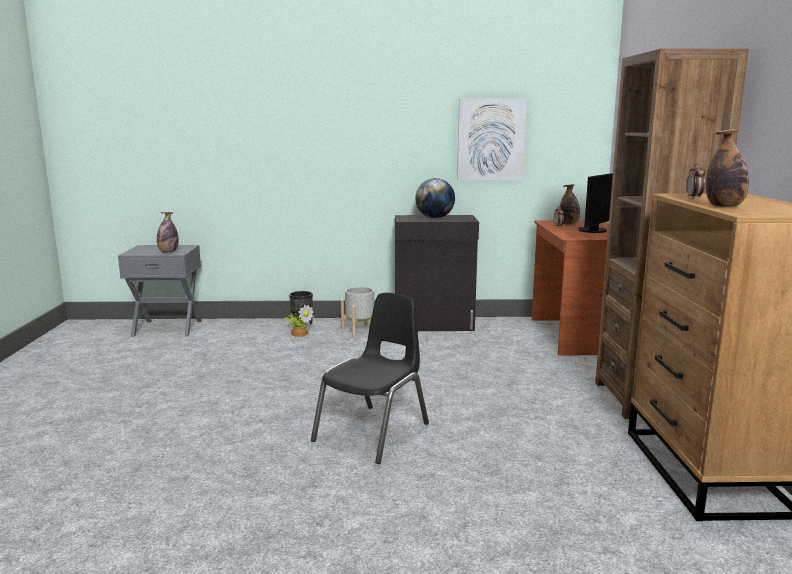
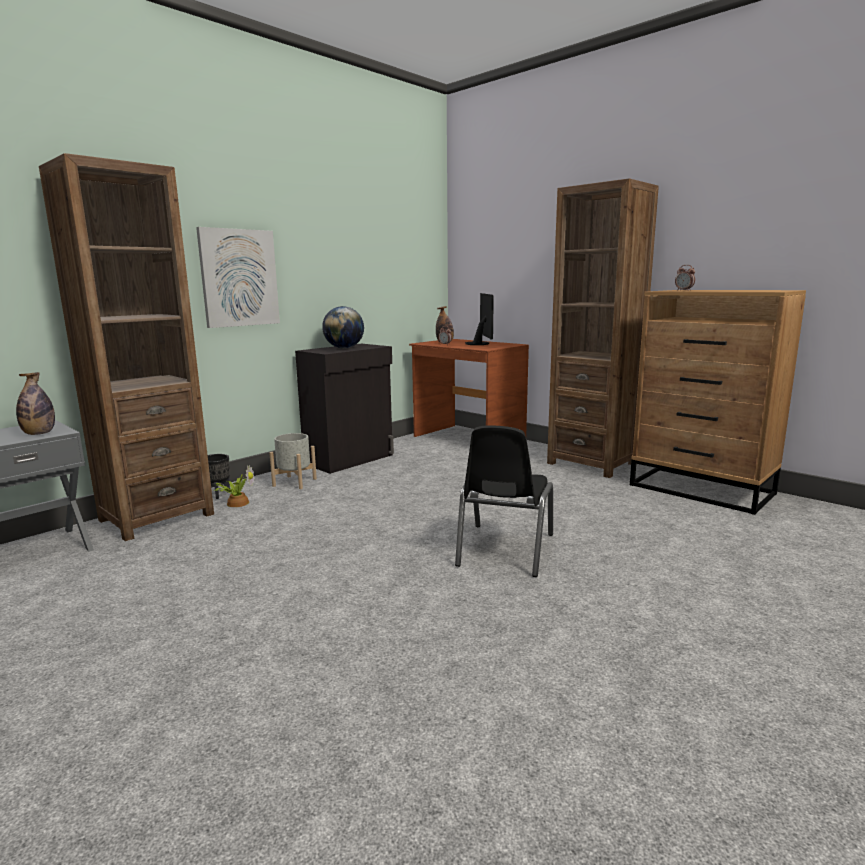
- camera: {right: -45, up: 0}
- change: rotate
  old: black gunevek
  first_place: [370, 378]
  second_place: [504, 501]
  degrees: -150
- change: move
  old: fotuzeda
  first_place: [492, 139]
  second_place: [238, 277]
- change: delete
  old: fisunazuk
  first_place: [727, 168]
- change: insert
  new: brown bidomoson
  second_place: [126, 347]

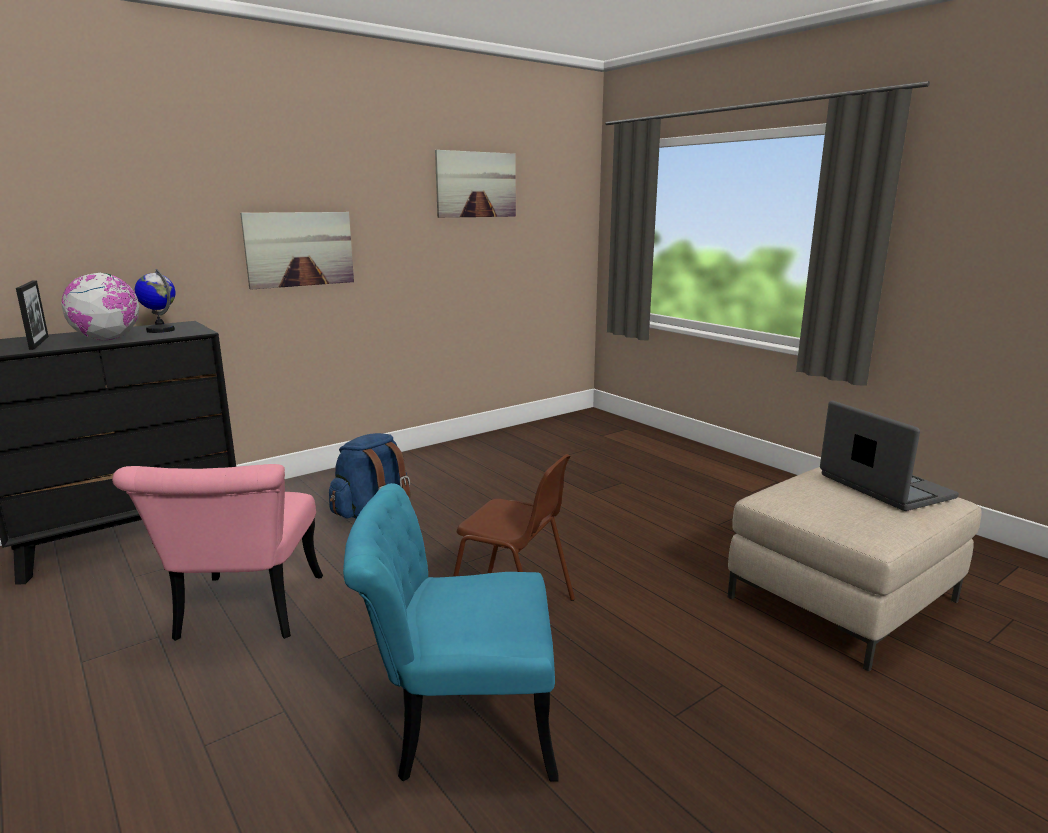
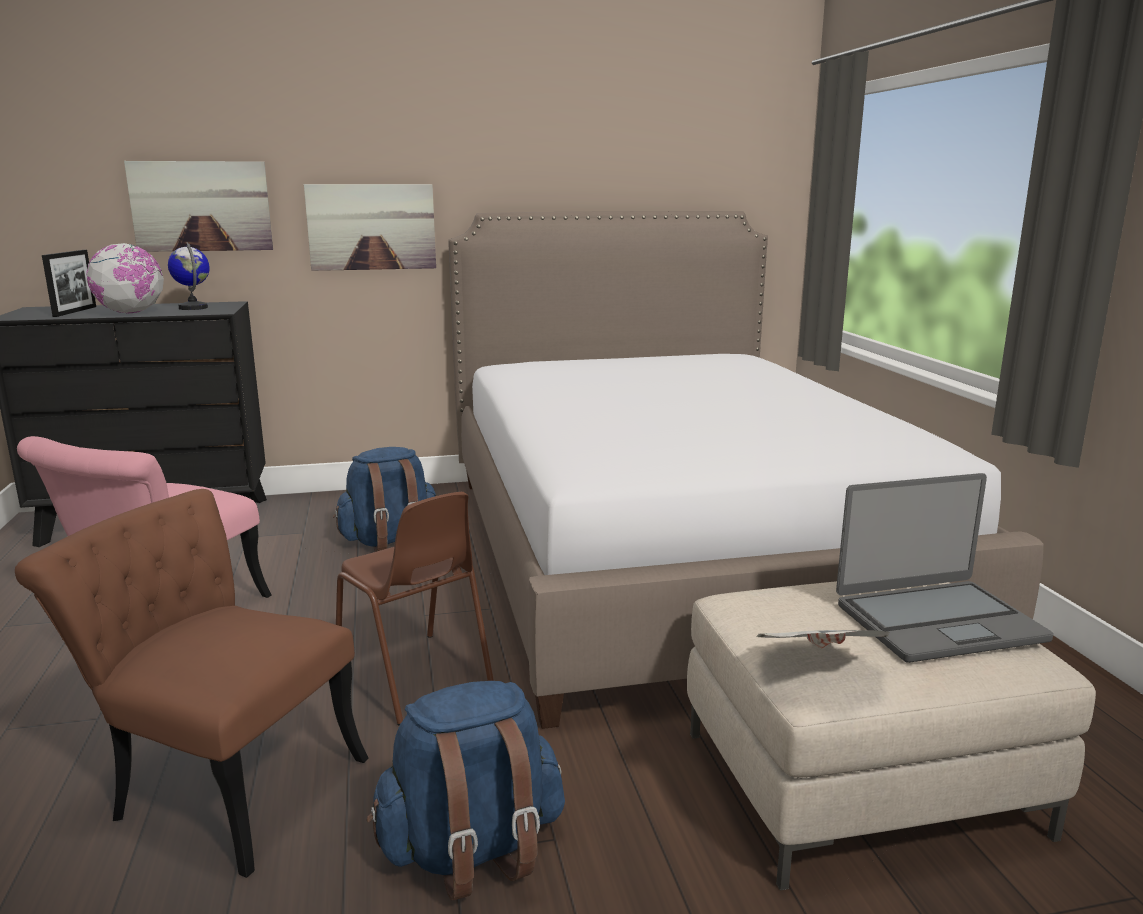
- camera: {right: 25, up: 0}
- change: recolor
  old: turquoise gunevek
  new: brown gunevek
  first_place: [451, 632]
  second_place: [191, 683]
- change: move
  old: fotuzeda
  first_place: [475, 184]
  second_place: [198, 206]
- change: rotate
  old: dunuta
  first_place: [889, 456]
  second_place: [945, 568]
  degrees: 75
- change: insert
  new: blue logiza
  second_place: [466, 791]
- change: insert
  new: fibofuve
  second_place: [746, 470]
- change: insert
  new: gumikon
  second_place: [824, 639]

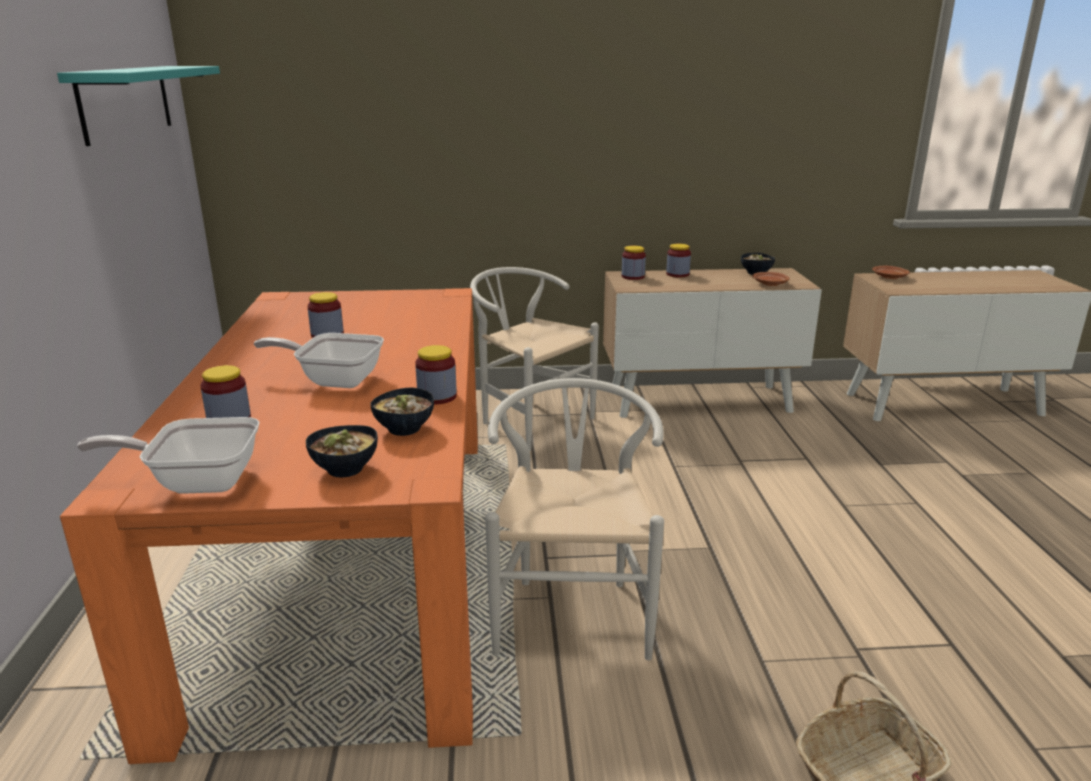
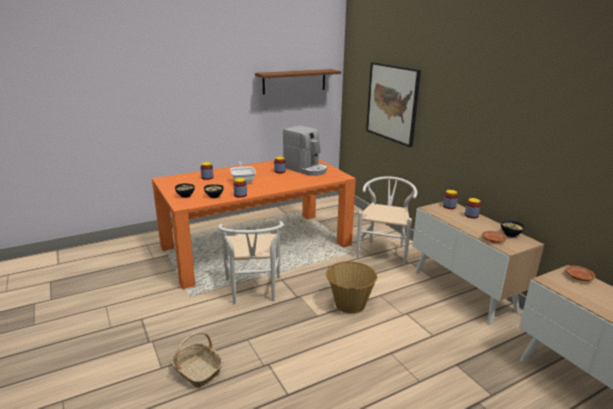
- camera: {right: 65, up: 0}
- change: recolor
  old: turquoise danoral
  new: brown danoral
  first_place: [138, 106]
  second_place: [298, 82]
- change: delete
  old: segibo
  first_place: [168, 455]
- change: rotate
  old: white gunevek
  first_place: [574, 519]
  second_place: [251, 262]
  degrees: 105
- change: insert
  new: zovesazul
  second_place: [305, 150]
- change: insert
  new: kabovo
  second_place: [351, 287]
- change: insert
  new: fotuzeda
  second_place: [393, 104]

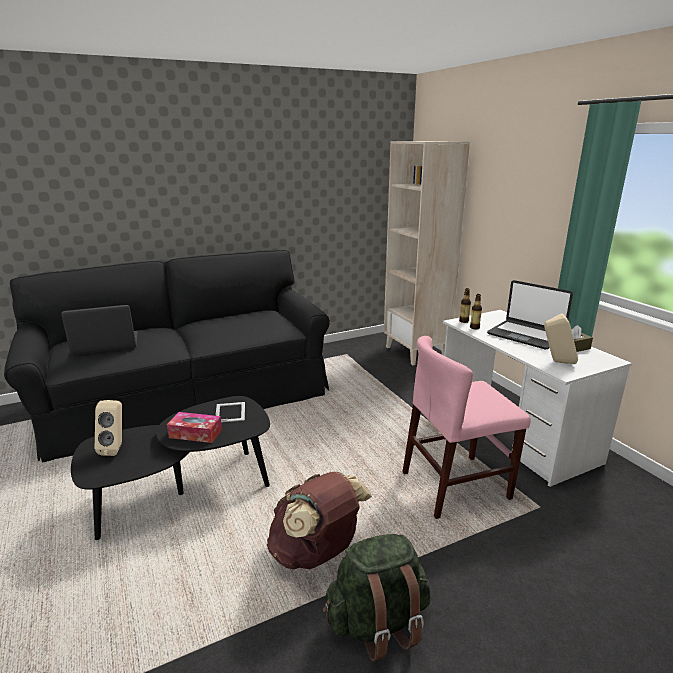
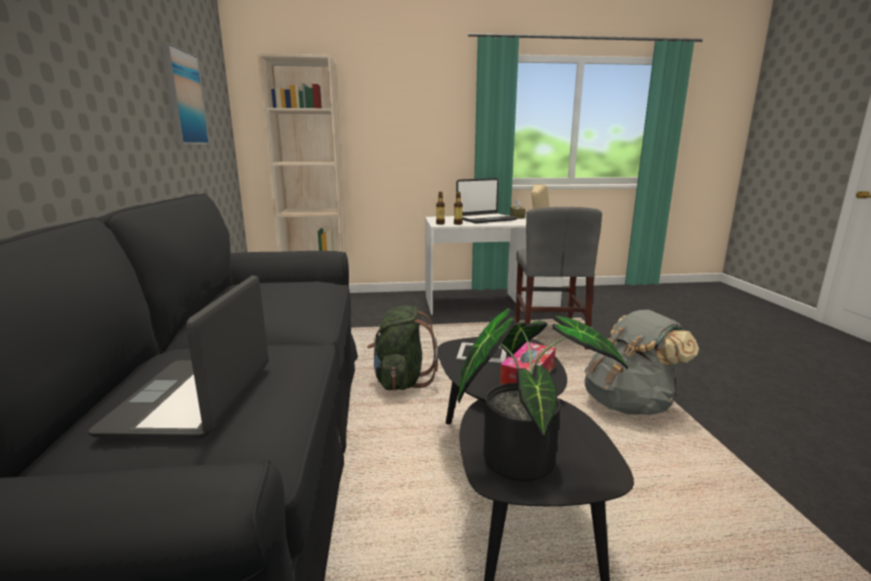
- camera: {right: -70, up: -5}
- change: replace
  old: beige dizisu
  new: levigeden
  first_place: [108, 428]
  second_place: [543, 394]
- change: recolor
  old: brown logiza
  new: grey logiza
  first_place: [319, 520]
  second_place: [641, 362]
- change: move
  old: green logiza
  first_place: [377, 597]
  second_place: [403, 347]
- change: recolor
  old: pink gunevek
  new: grey gunevek
  first_place: [466, 427]
  second_place: [558, 278]
- change: insert
  new: fotuzeda
  second_place: [185, 93]

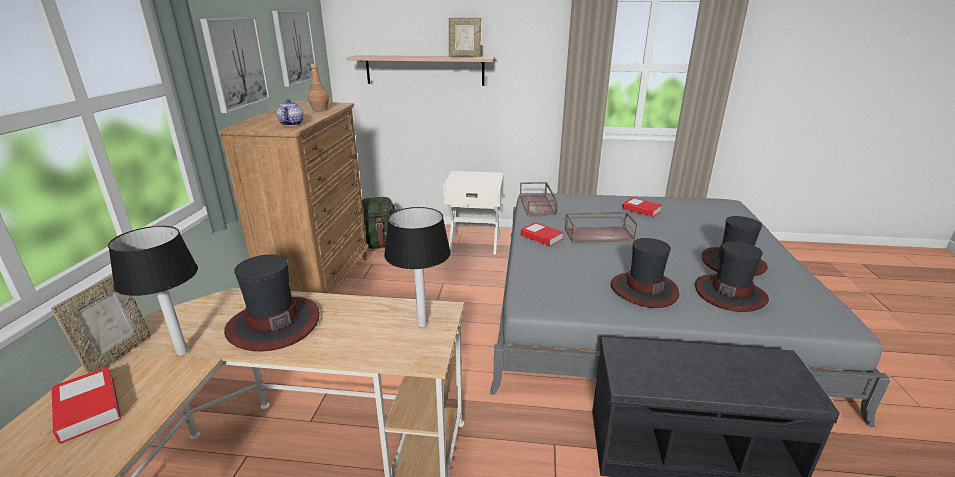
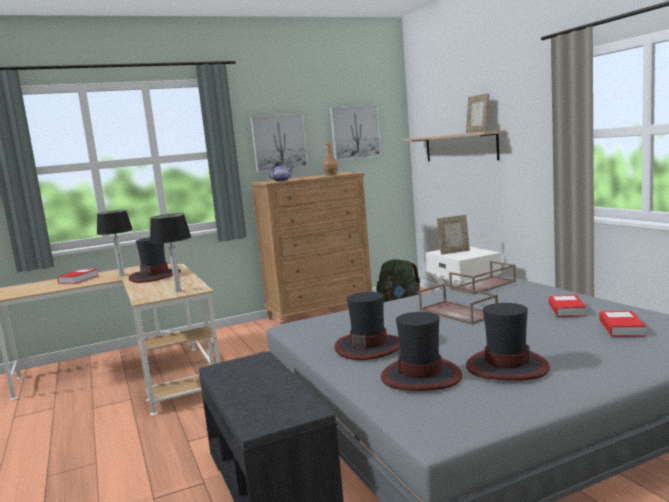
- camera: {right: 60, up: -15}
- change: move
  old: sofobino
  first_place: [101, 324]
  second_place: [453, 235]
- change: move
  old: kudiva
  first_place: [542, 234]
  second_place: [622, 324]

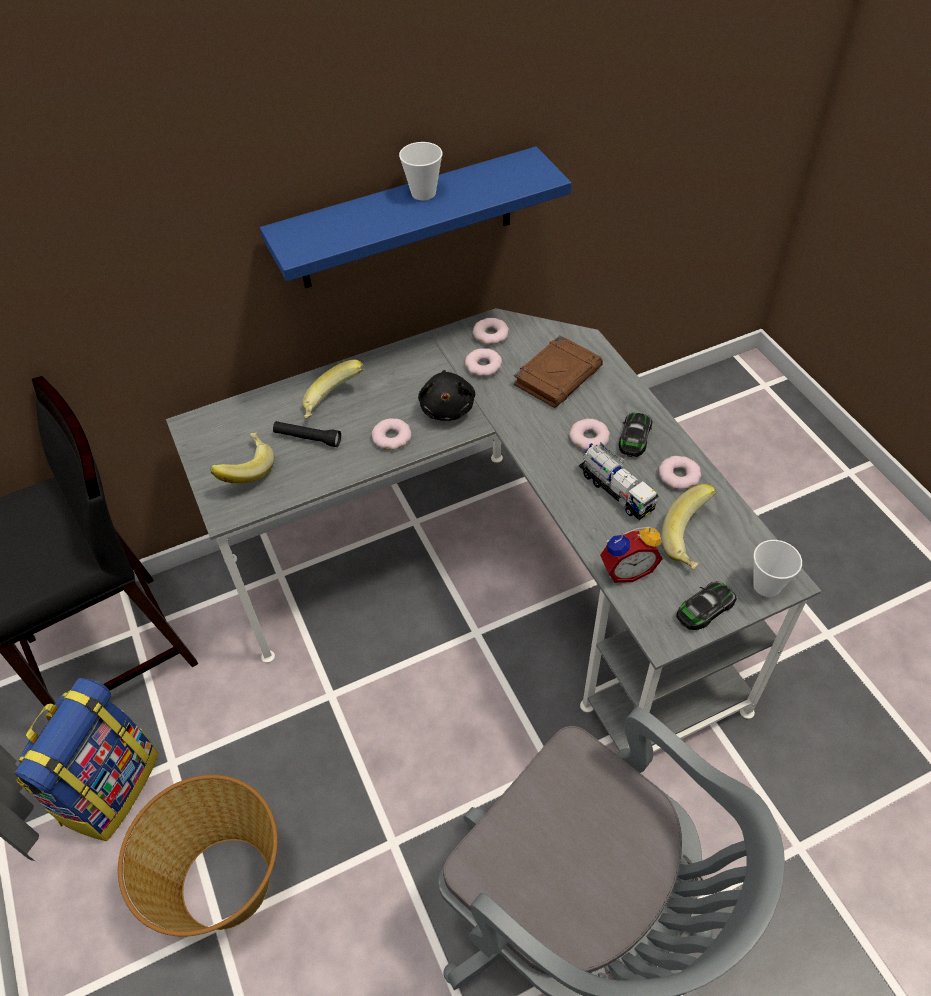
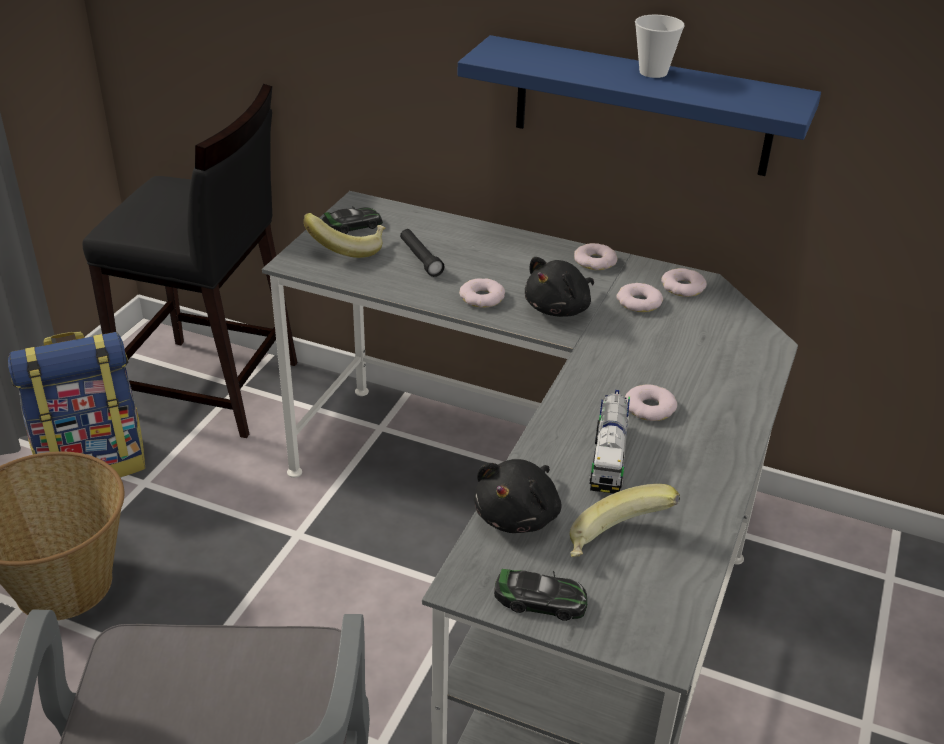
- camera: {right: 45, up: -15}
- change: delete
  old: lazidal
  first_place: [333, 389]
- change: delete
  old: brown kudiva
  first_place: [558, 371]
- change: replace
  old: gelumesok
  new: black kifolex
  first_place: [631, 555]
  second_place: [517, 496]
- change: move
  old: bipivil
  first_place: [635, 434]
  second_place: [352, 220]
- change: move
  old: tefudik
  first_place: [680, 473]
  second_place: [595, 256]
- change: delete
  old: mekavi
  first_place: [777, 568]

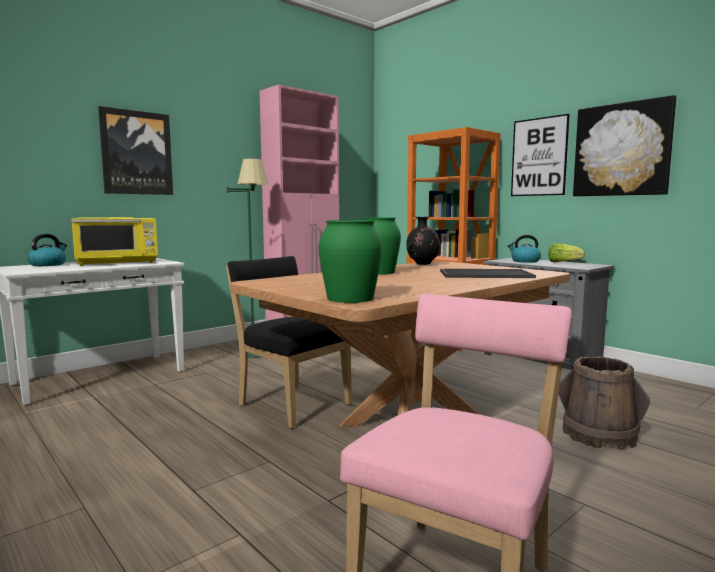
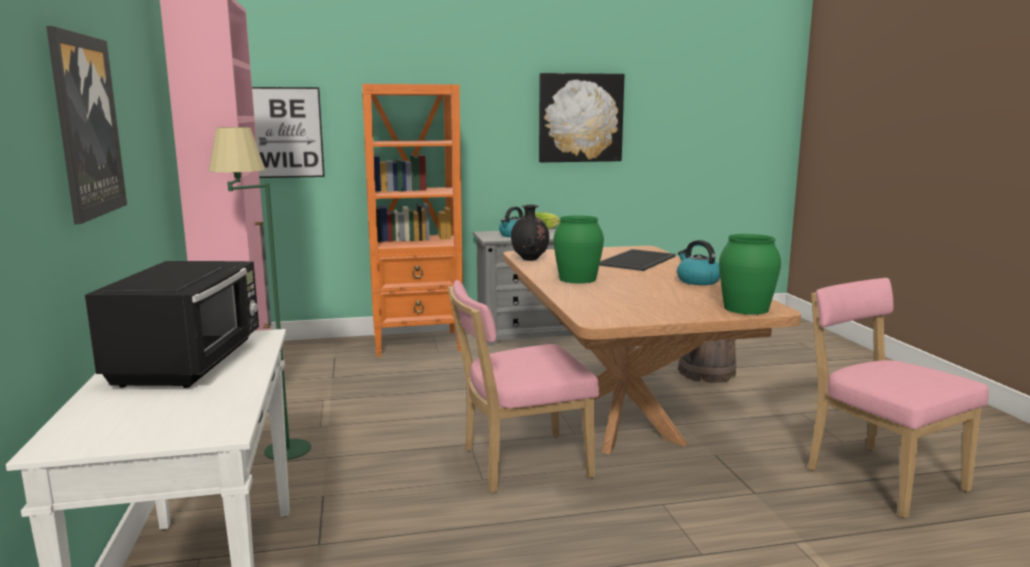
- camera: {right: -60, up: 5}
- change: move
  old: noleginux
  first_place: [47, 250]
  second_place: [698, 262]
- change: recolor
  old: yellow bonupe
  new: black bonupe
  first_place: [114, 241]
  second_place: [172, 324]
- change: recolor
  old: black gunevek
  new: pink gunevek
  first_place: [289, 342]
  second_place: [523, 386]
- change: move
  old: fotuzeda
  first_place: [540, 155]
  second_place: [288, 132]

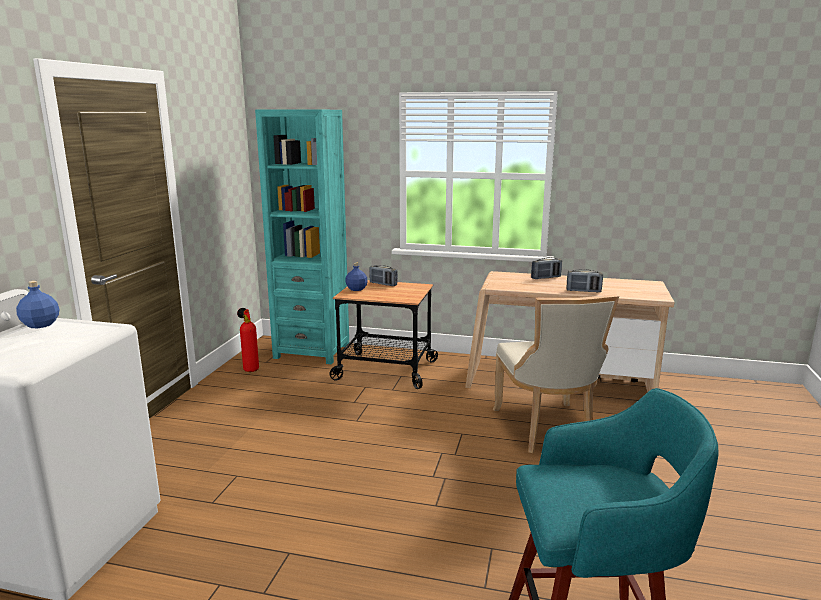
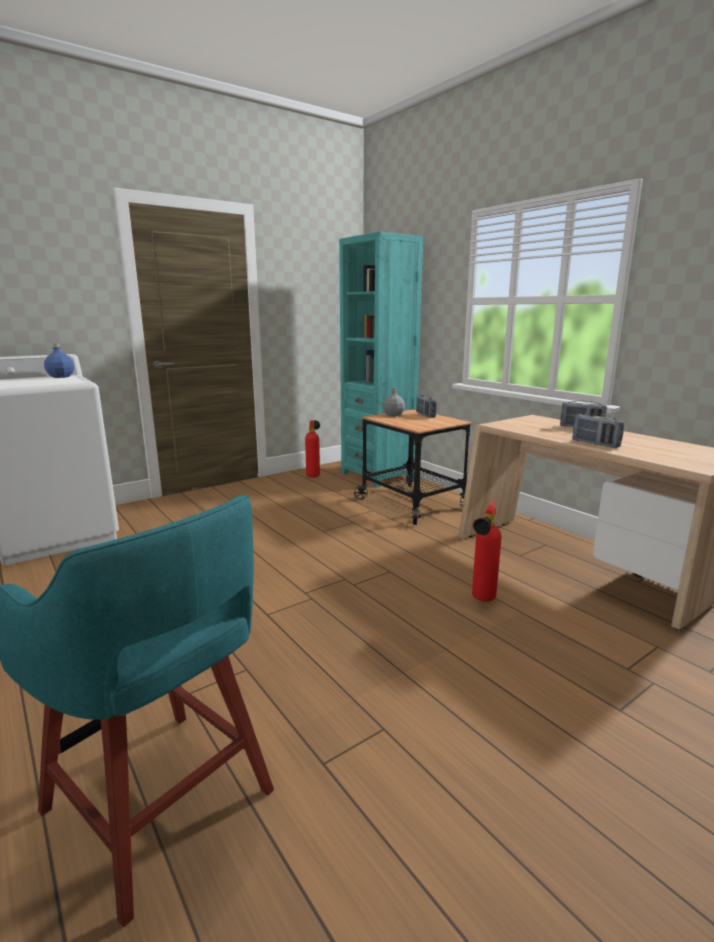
- camera: {right: 40, up: 0}
- change: recolor
  old: blue fisunazuk
  new: grey fisunazuk
  first_place: [356, 277]
  second_place: [394, 401]
- change: replace
  old: beige gunevek
  new: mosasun
  first_place: [556, 373]
  second_place: [486, 551]

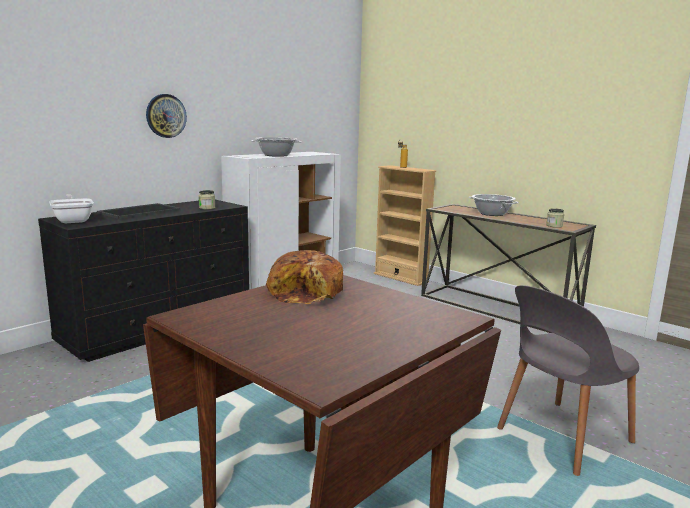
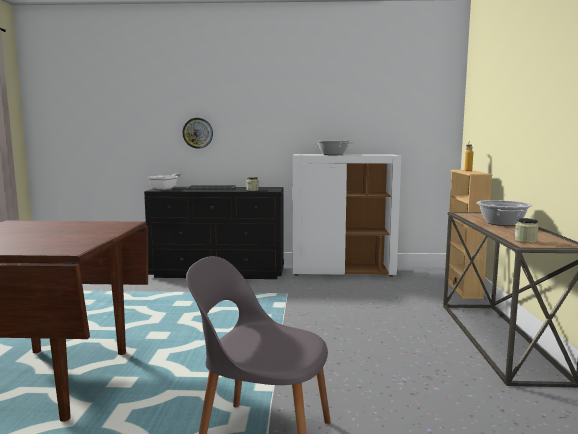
- camera: {right: 50, up: -5}
- change: move
  old: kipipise
  first_place: [166, 116]
  second_place: [197, 133]
- change: delete
  old: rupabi
  first_place: [304, 277]

